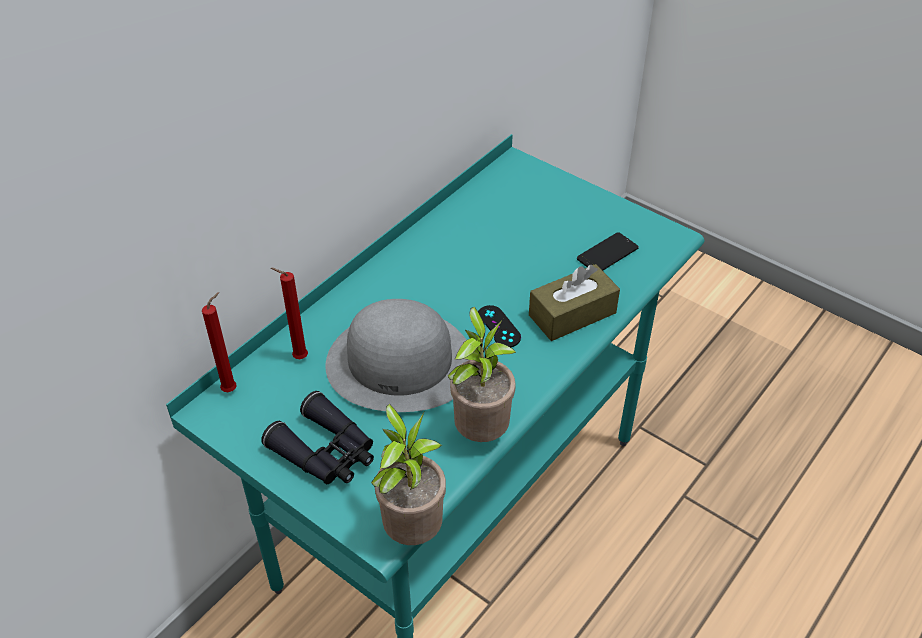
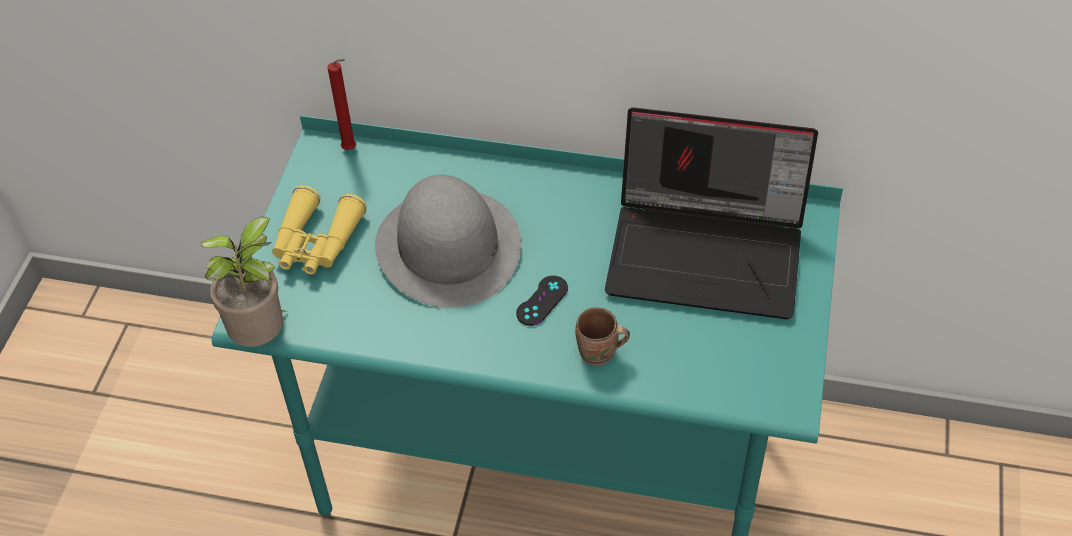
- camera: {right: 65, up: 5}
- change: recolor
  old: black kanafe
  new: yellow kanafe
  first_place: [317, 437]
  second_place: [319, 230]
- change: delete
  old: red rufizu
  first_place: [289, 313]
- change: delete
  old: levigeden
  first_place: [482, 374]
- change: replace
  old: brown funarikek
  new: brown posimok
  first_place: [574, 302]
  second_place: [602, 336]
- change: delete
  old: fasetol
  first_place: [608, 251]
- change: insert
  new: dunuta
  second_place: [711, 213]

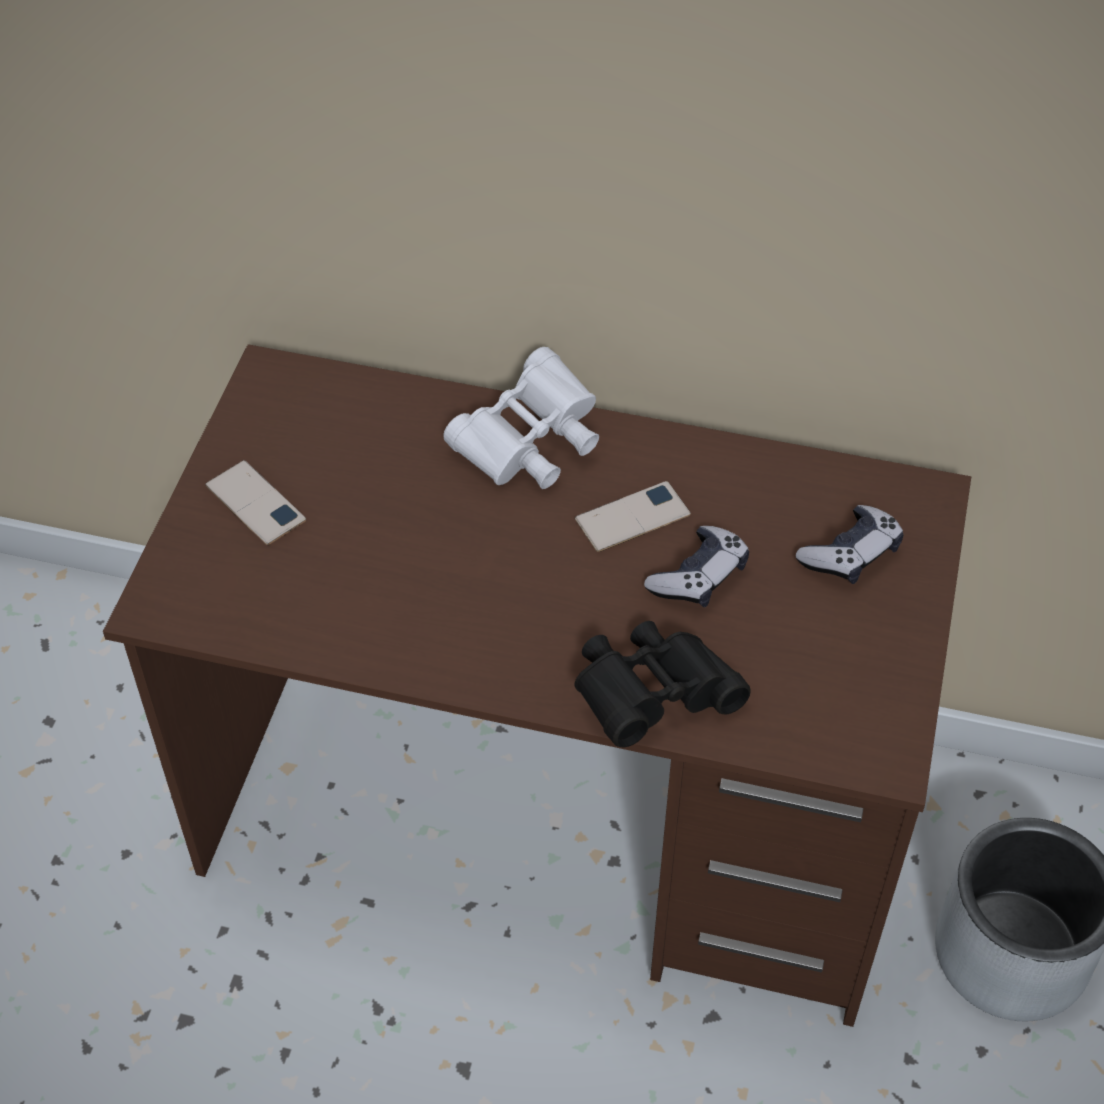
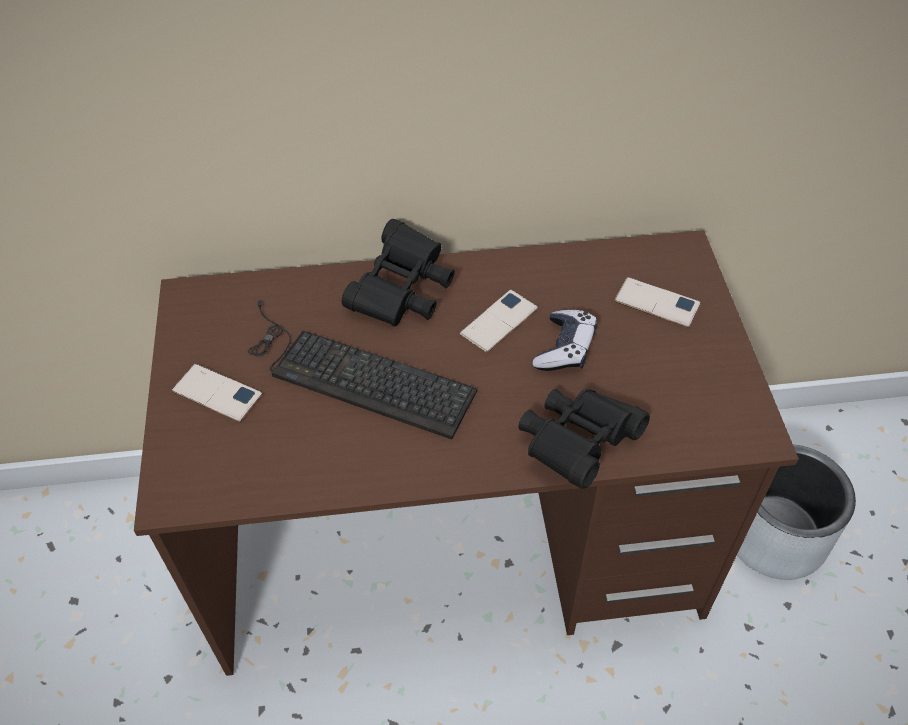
- camera: {right: -20, up: 0}
- change: recolor
  old: white kanafe
  new: black kanafe
  first_place: [521, 418]
  second_place: [398, 273]
- change: replace
  old: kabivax
  new: fasetol
  first_place: [850, 544]
  second_place: [657, 302]
- change: insert
  new: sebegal
  second_place: [363, 369]

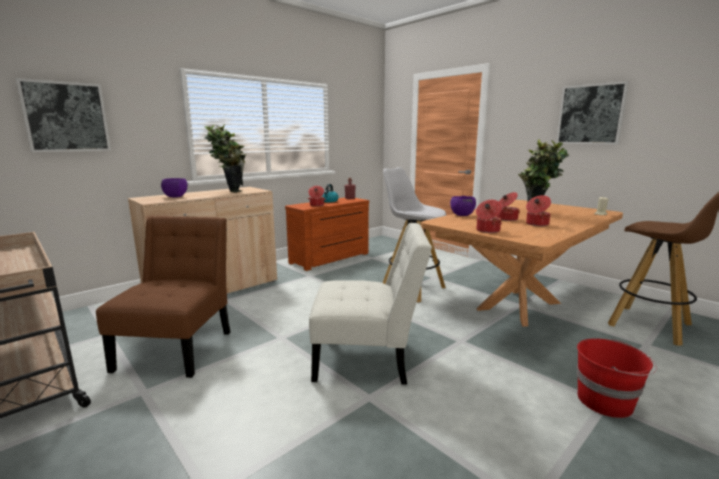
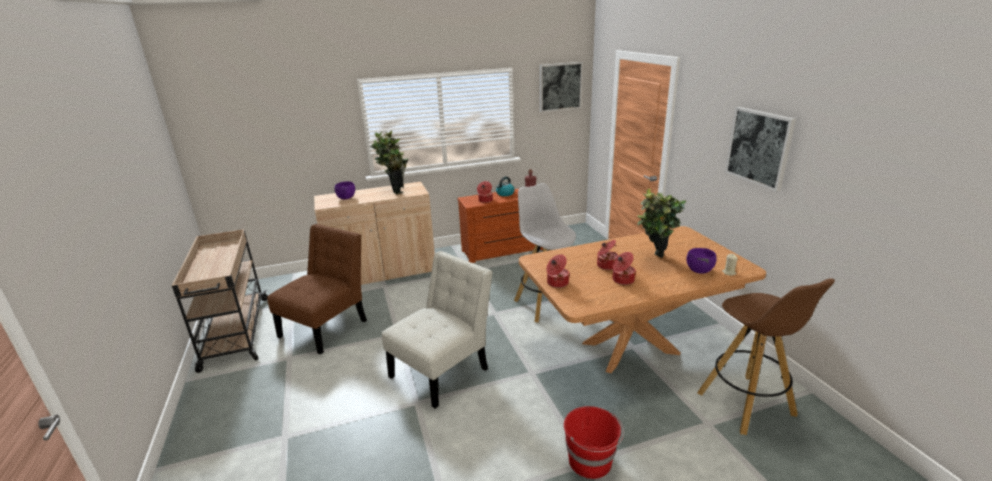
- camera: {right: 25, up: 10}
- change: move
  old: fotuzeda
  first_place: [63, 115]
  second_place: [561, 87]
- change: rotate
  old: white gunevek
  first_place: [370, 304]
  second_place: [437, 329]
  degrees: -75
- change: move
  old: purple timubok
  first_place: [463, 206]
  second_place: [701, 261]

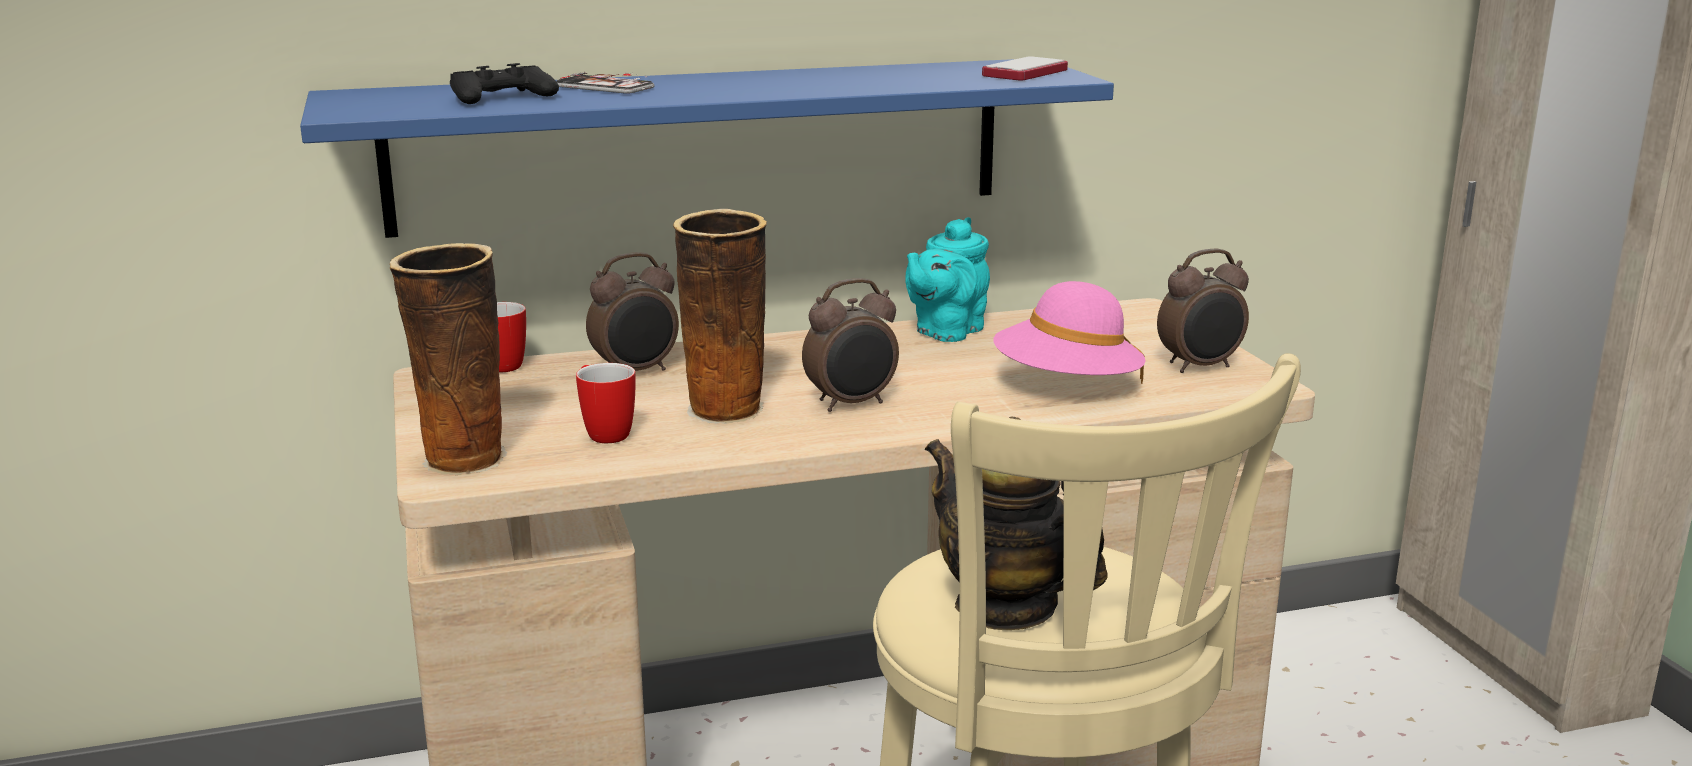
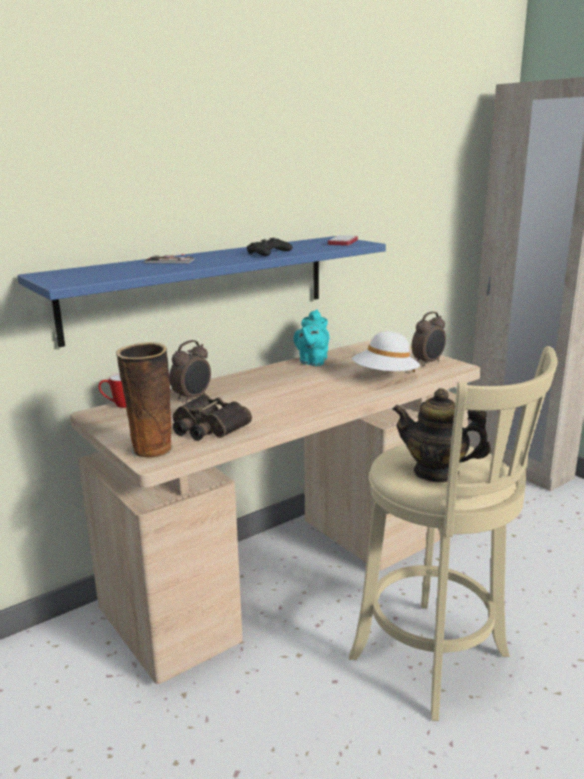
- camera: {right: -20, up: 0}
- change: move
  old: black kabivax
  first_place: [504, 83]
  second_place: [270, 247]
- change: replace
  old: posimok
  new: kanafe
  first_place: [606, 403]
  second_place: [212, 417]
- change: delete
  old: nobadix
  first_place: [720, 316]
- change: delete
  old: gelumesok
  first_place: [850, 345]
- change: recolor
  old: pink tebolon
  new: white tebolon
  first_place: [1069, 332]
  second_place: [386, 352]

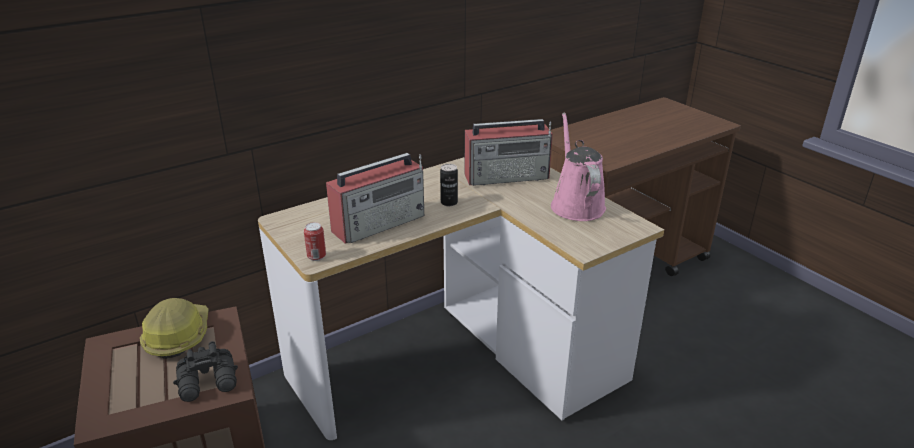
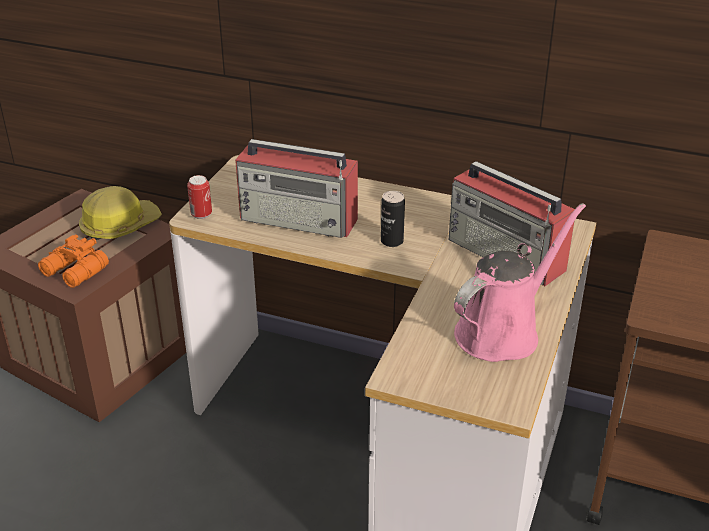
- camera: {right: 55, up: 5}
- change: recolor
  old: black kanafe
  new: orange kanafe
  first_place: [205, 371]
  second_place: [73, 261]

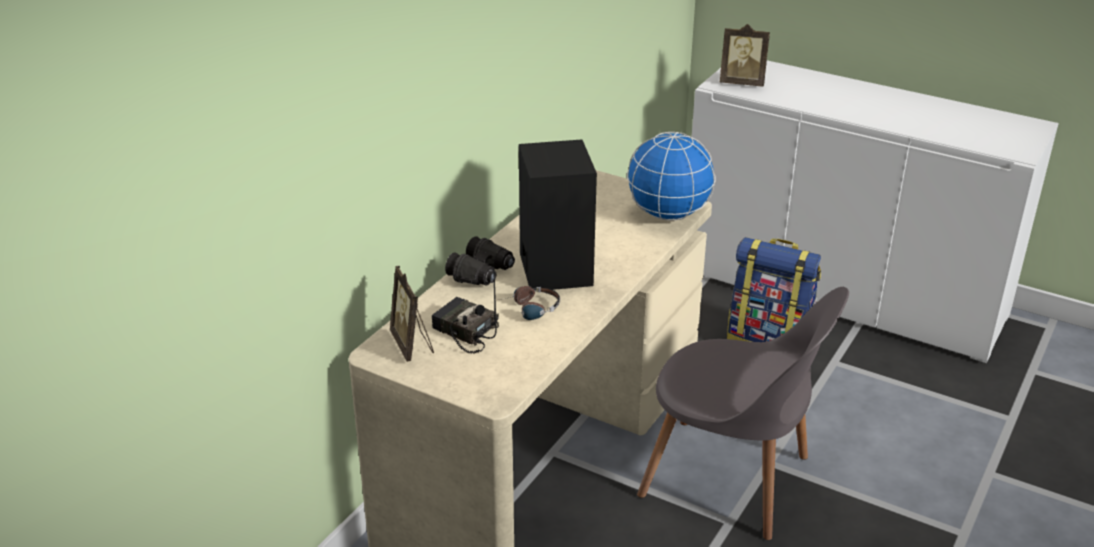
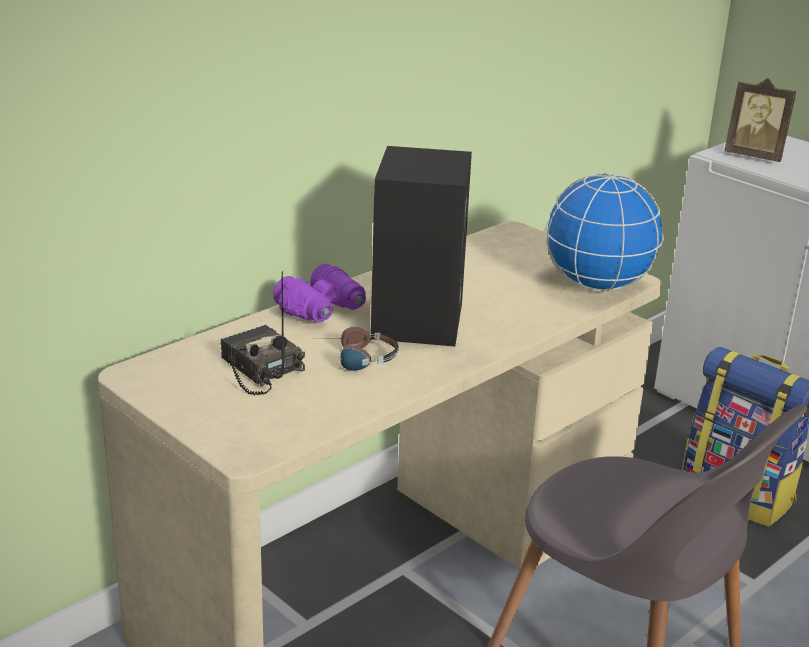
- camera: {right: 15, up: -5}
- change: delete
  old: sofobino
  first_place: [412, 314]
- change: recolor
  old: black kanafe
  new: purple kanafe
  first_place: [480, 260]
  second_place: [319, 293]

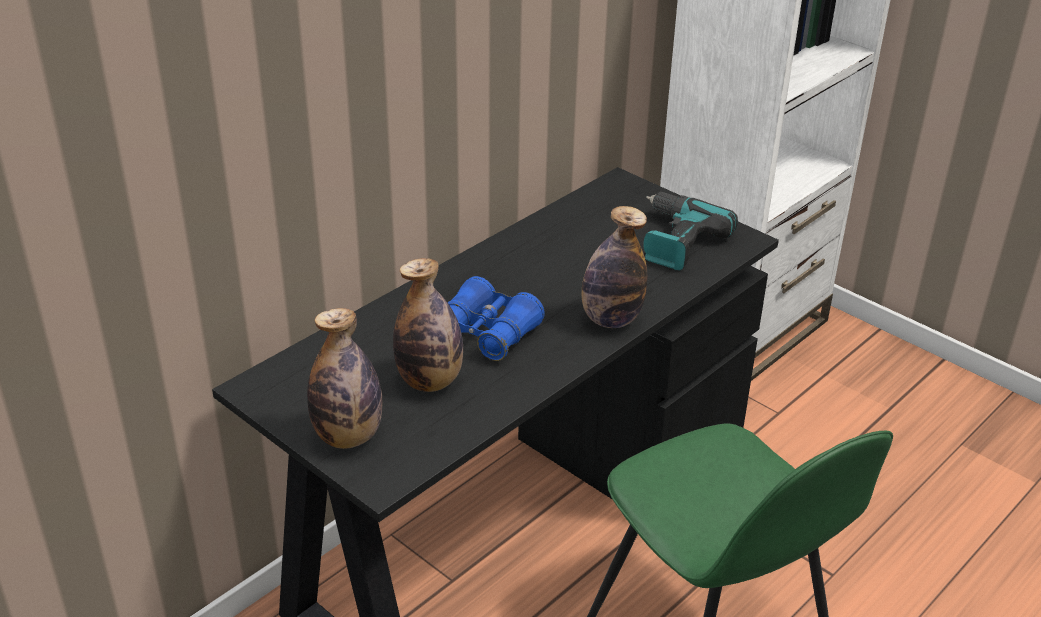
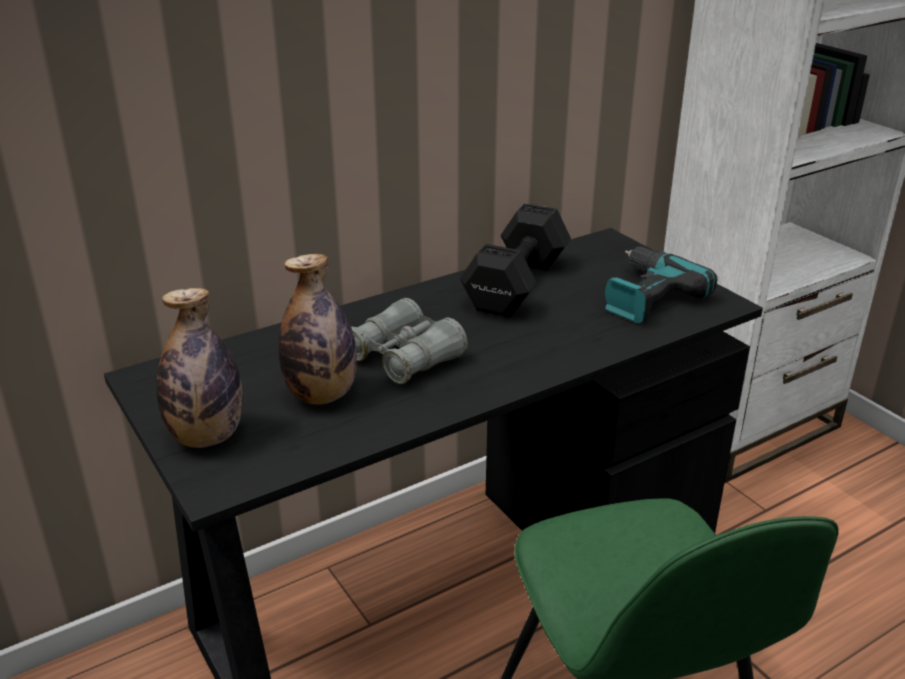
- camera: {right: 15, up: -5}
- change: recolor
  old: blue kanafe
  new: grey kanafe
  first_place: [496, 318]
  second_place: [409, 341]
- change: delete
  old: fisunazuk
  first_place: [614, 267]
- change: insert
  new: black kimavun
  second_place: [515, 260]

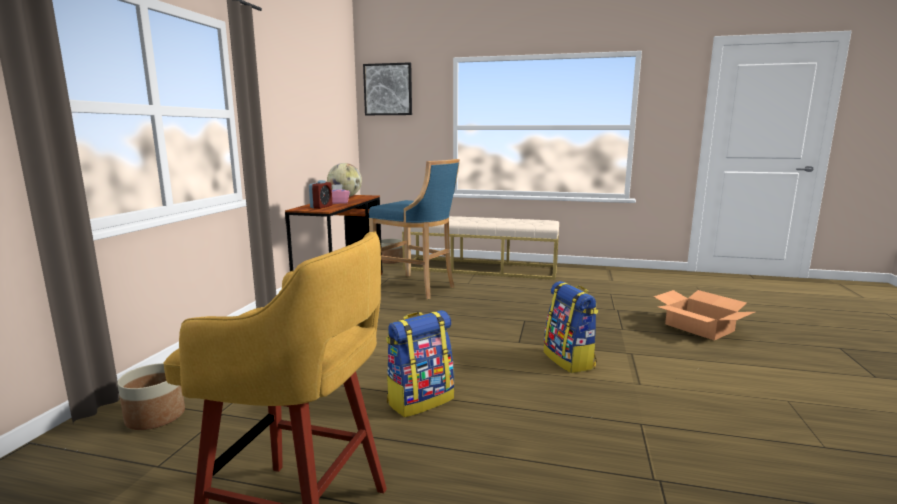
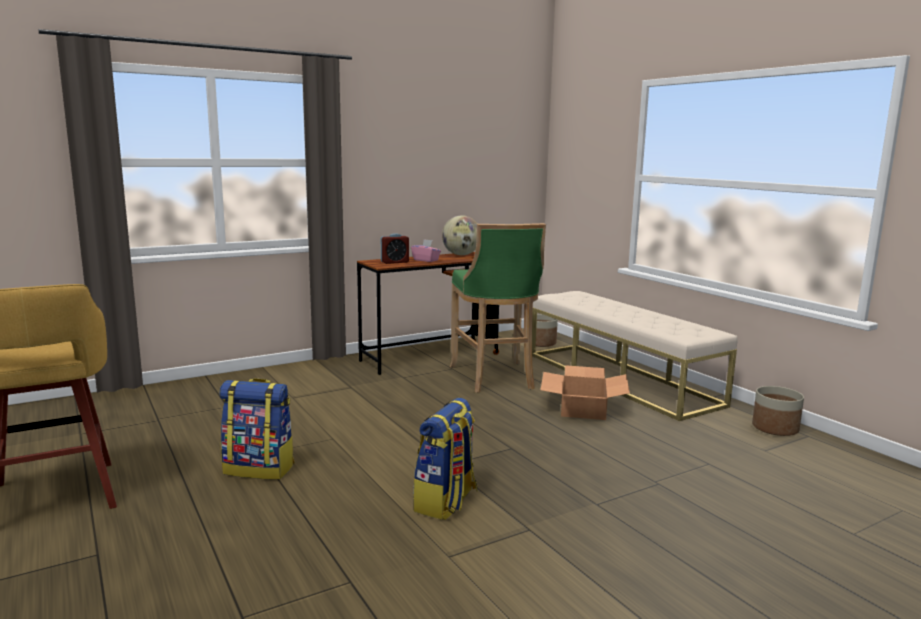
- camera: {right: 45, up: 0}
- change: move
  old: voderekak
  first_place: [151, 396]
  second_place: [778, 411]
- change: delete
  old: fotuzeda
  first_place: [387, 88]
- change: recolor
  old: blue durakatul
  new: green durakatul
  first_place: [414, 229]
  second_place: [498, 308]
- change: move
  old: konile
  first_place: [704, 315]
  second_place: [585, 392]

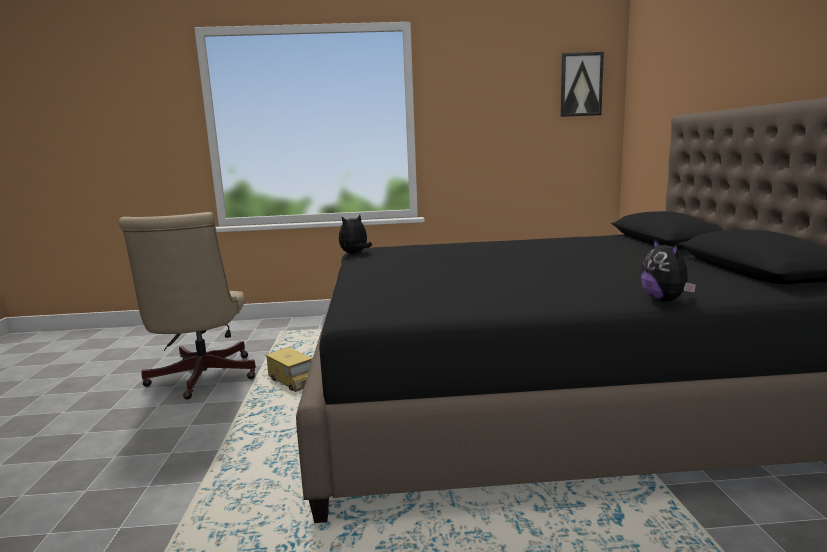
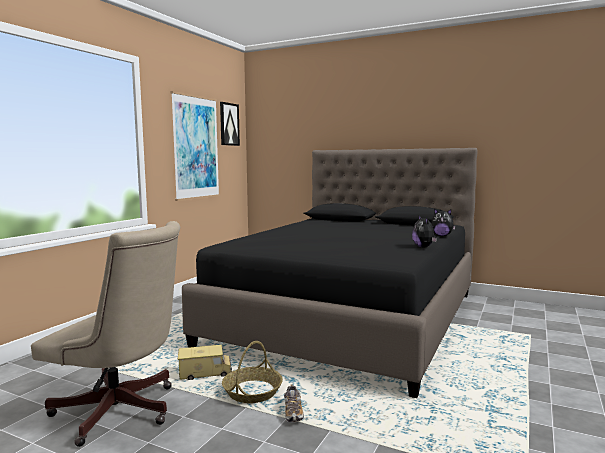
- camera: {right: -60, up: -5}
- change: move
  old: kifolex
  first_place: [355, 234]
  second_place: [424, 231]
- change: insert
  new: fotuzeda
  second_place: [195, 146]
- change: insert
  new: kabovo
  second_place: [252, 372]
- change: insert
  new: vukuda
  second_place: [294, 404]

